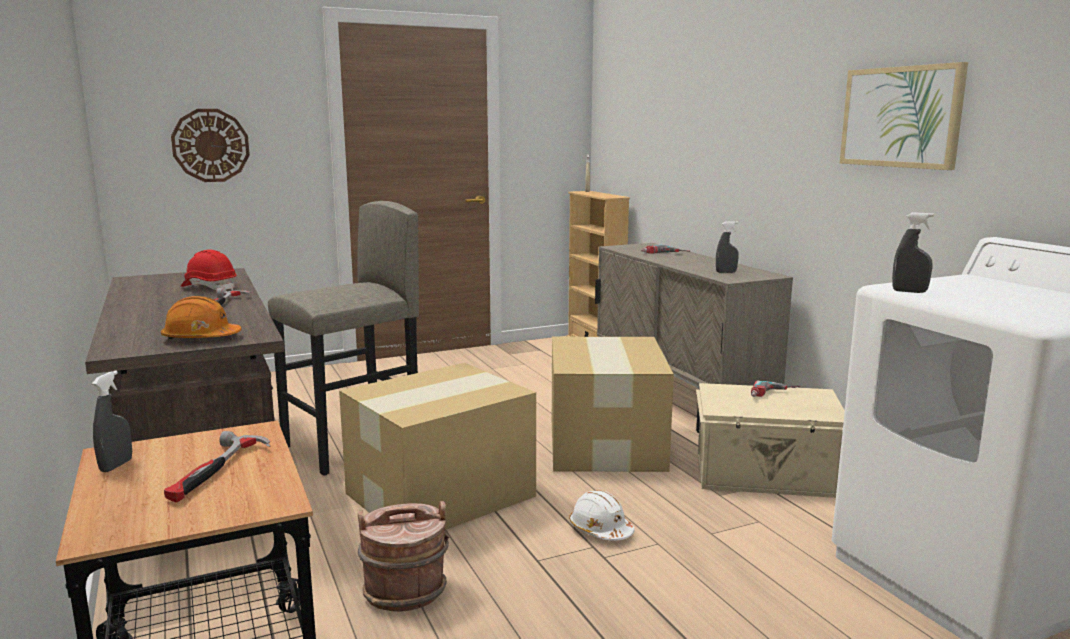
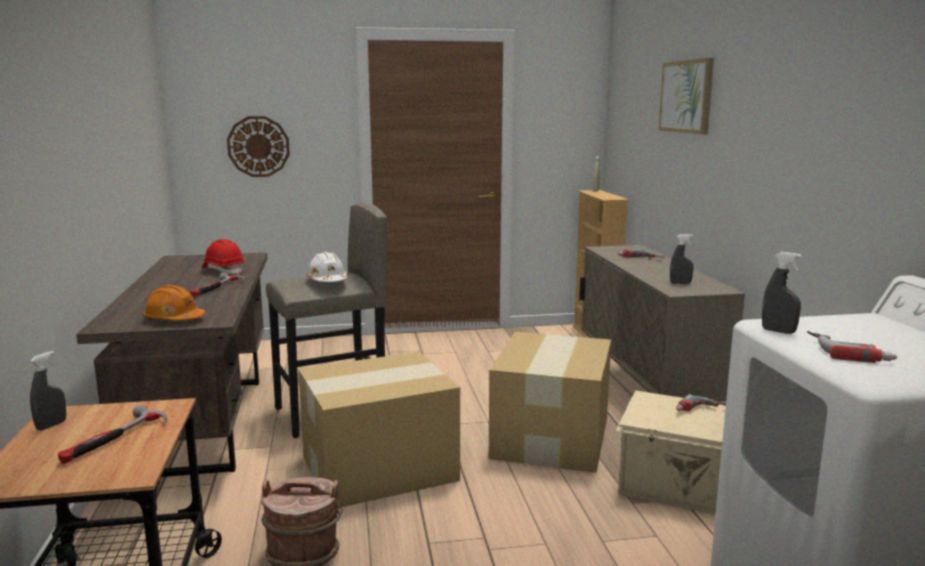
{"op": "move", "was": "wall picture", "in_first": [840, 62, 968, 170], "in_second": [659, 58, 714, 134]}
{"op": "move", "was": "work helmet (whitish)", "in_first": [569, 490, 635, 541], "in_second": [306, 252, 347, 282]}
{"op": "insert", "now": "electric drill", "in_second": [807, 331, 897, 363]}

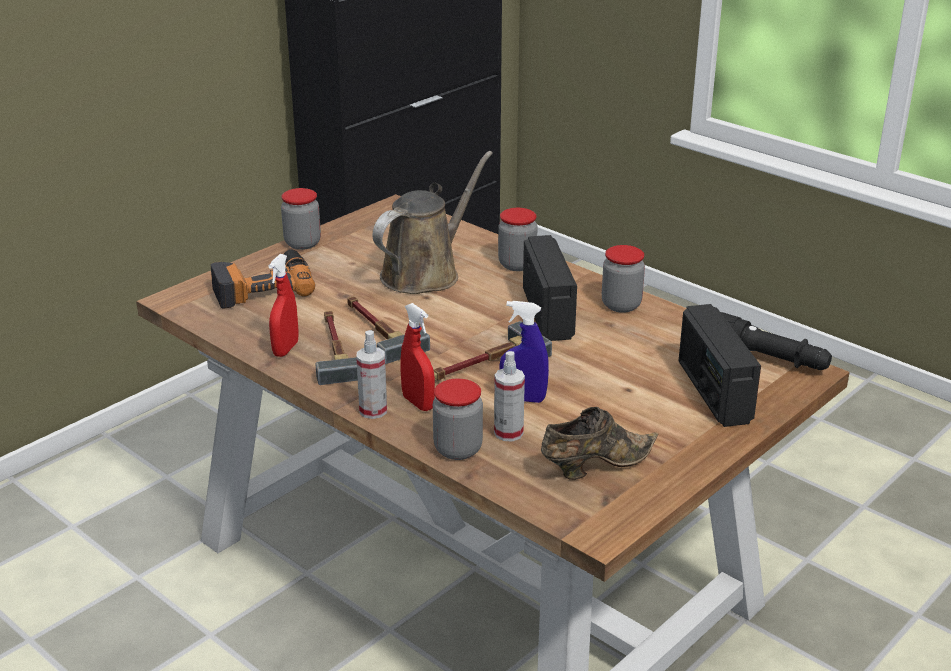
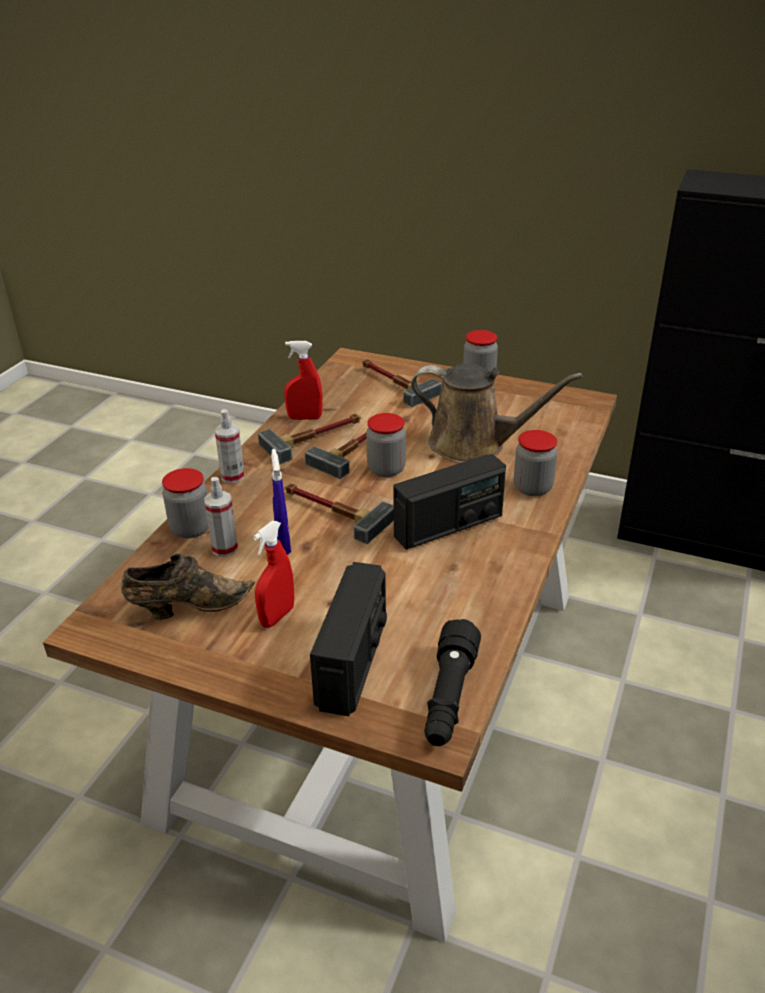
{"op": "move", "was": "jar", "in_first": [602, 245, 645, 313], "in_second": [366, 413, 406, 477]}
{"op": "replace", "was": "electric drill", "now": "hand hammer", "in_first": [211, 249, 315, 309], "in_second": [362, 359, 442, 407]}
{"op": "move", "was": "spray bottle (red-coloured)", "in_first": [401, 303, 435, 411], "in_second": [253, 521, 294, 628]}
{"op": "rotate", "was": "radio set", "in_first": [679, 304, 761, 427], "in_second": [310, 562, 387, 716], "clockwise": 135}
{"op": "rotate", "was": "item of footwear (brown)", "in_first": [541, 407, 658, 480], "in_second": [121, 554, 255, 620], "clockwise": -60}

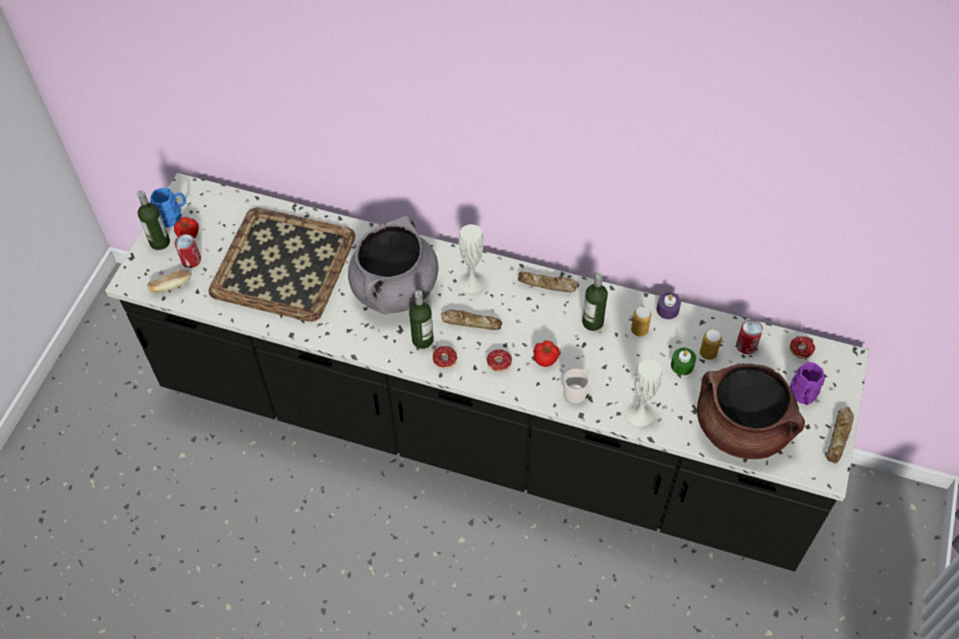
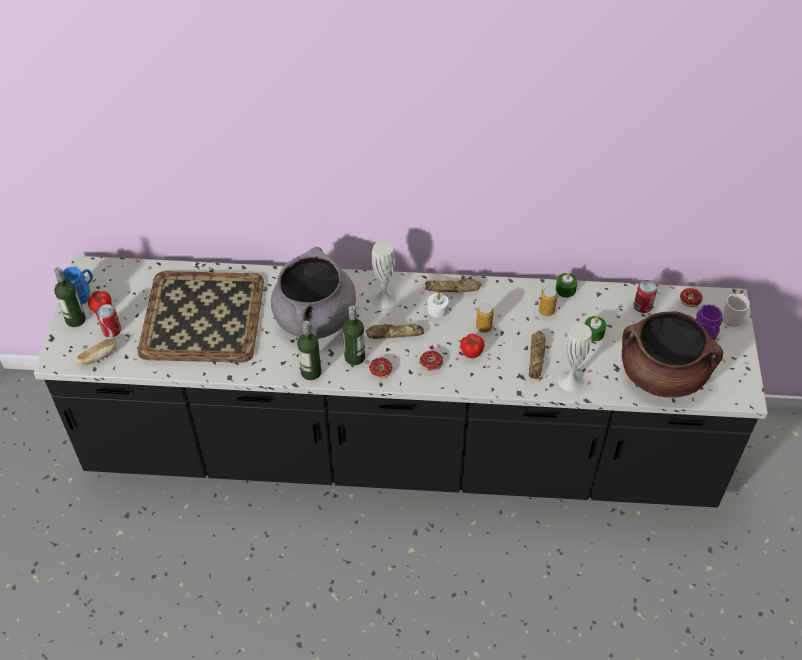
{"op": "move", "was": "drink bottle", "in_first": [582, 272, 608, 331], "in_second": [297, 321, 321, 380]}
{"op": "recolor", "was": "wax light (purple)", "now": "wax light (greenish)", "in_first": [657, 293, 681, 319], "in_second": [556, 273, 578, 297]}
{"op": "move", "was": "sealed can", "in_first": [700, 329, 722, 360], "in_second": [476, 303, 494, 333]}
{"op": "move", "was": "tea mug", "in_first": [564, 369, 590, 404], "in_second": [722, 294, 750, 327]}
{"op": "move", "was": "bread", "in_first": [826, 407, 854, 464], "in_second": [529, 330, 546, 379]}
{"op": "insert", "now": "wax light (whitish)", "in_second": [428, 293, 449, 318]}

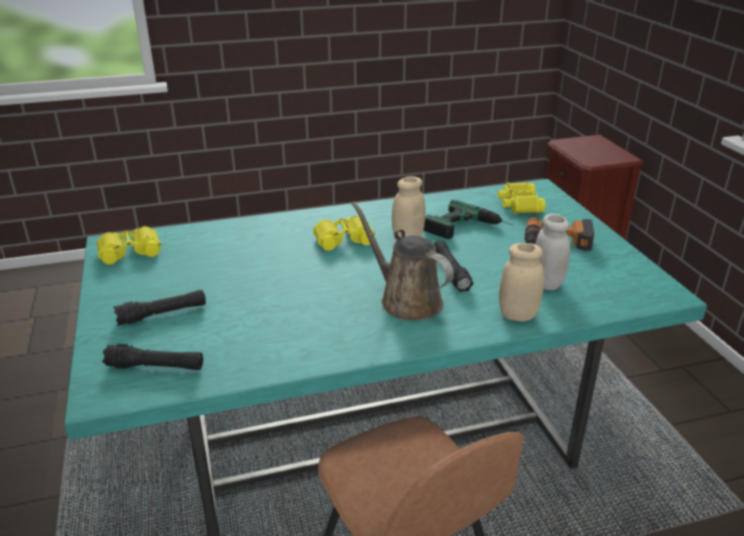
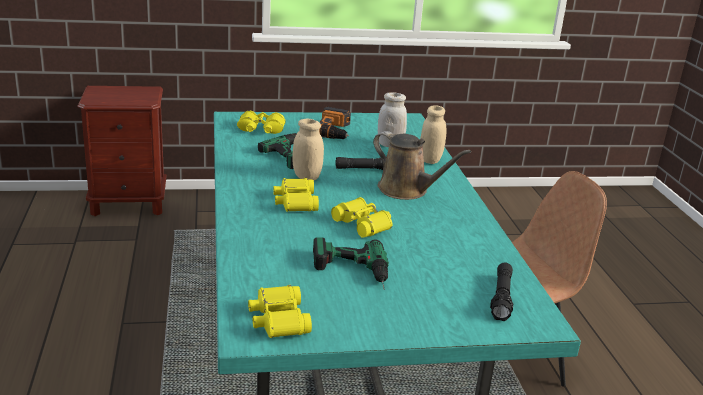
{"op": "rotate", "was": "watering pot (brown)", "in_first": [352, 202, 454, 321], "in_second": [373, 131, 471, 200], "clockwise": -105}
{"op": "delete", "was": "flashlight (blackish)", "in_first": [113, 290, 206, 325]}
{"op": "insert", "now": "field glasses (yellow)", "in_second": [331, 197, 393, 238]}
{"op": "insert", "now": "electric drill", "in_second": [313, 237, 389, 290]}

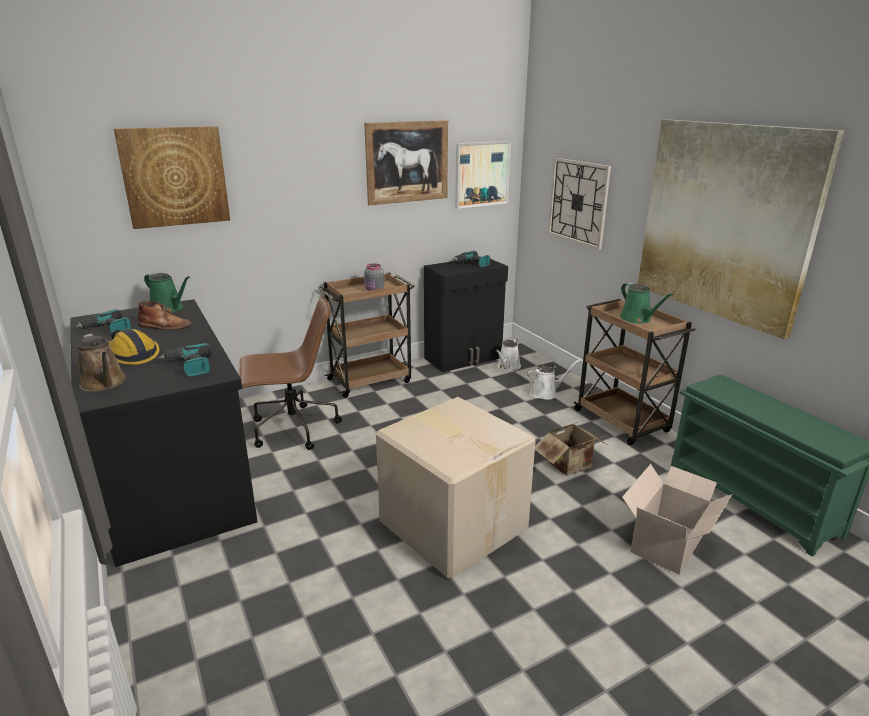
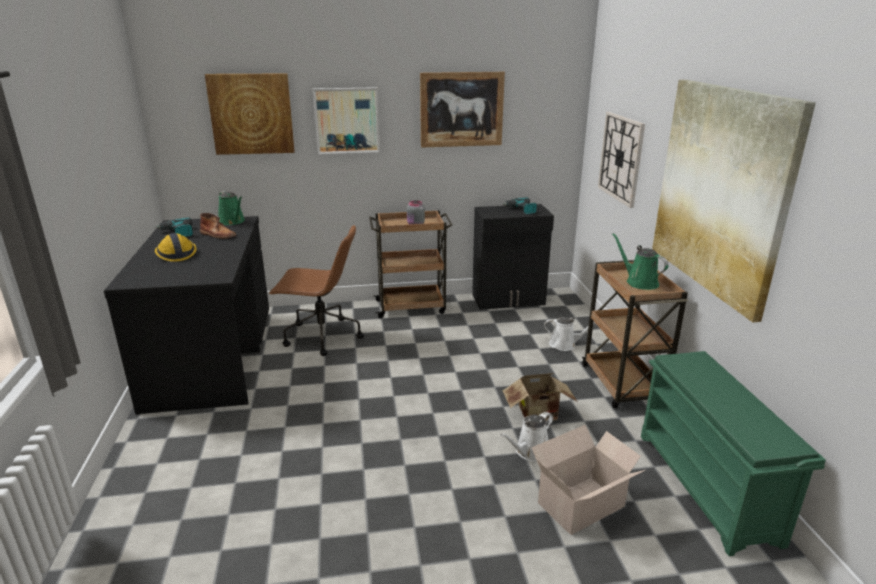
{"op": "move", "was": "wall picture", "in_first": [455, 141, 511, 209], "in_second": [313, 87, 380, 154]}
{"op": "rotate", "was": "watering pot (greenish)", "in_first": [620, 283, 674, 324], "in_second": [612, 233, 669, 290], "clockwise": 150}
{"op": "delete", "was": "watering pot (brown)", "in_first": [77, 334, 126, 392]}
{"op": "move", "was": "watering pot (whitish)", "in_first": [496, 338, 521, 371], "in_second": [500, 412, 553, 461]}
{"op": "delete", "was": "electric drill", "in_first": [158, 343, 212, 377]}
{"op": "delete", "was": "cardboard box", "in_first": [376, 397, 536, 579]}

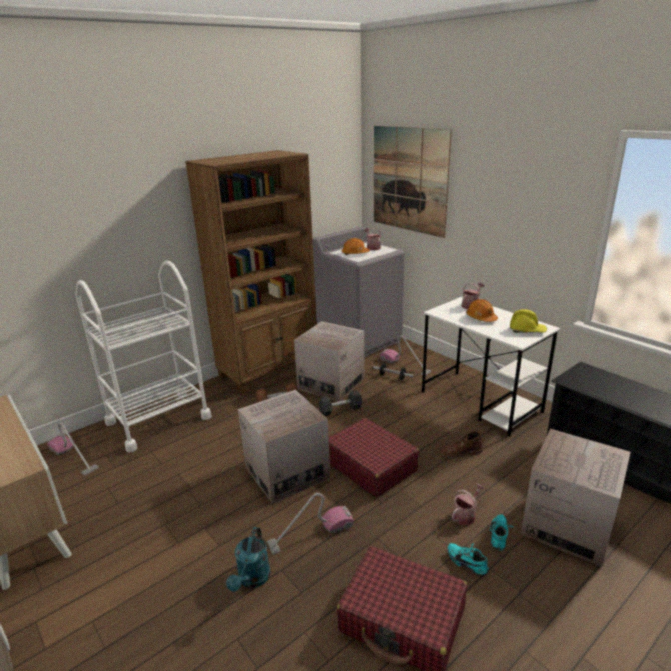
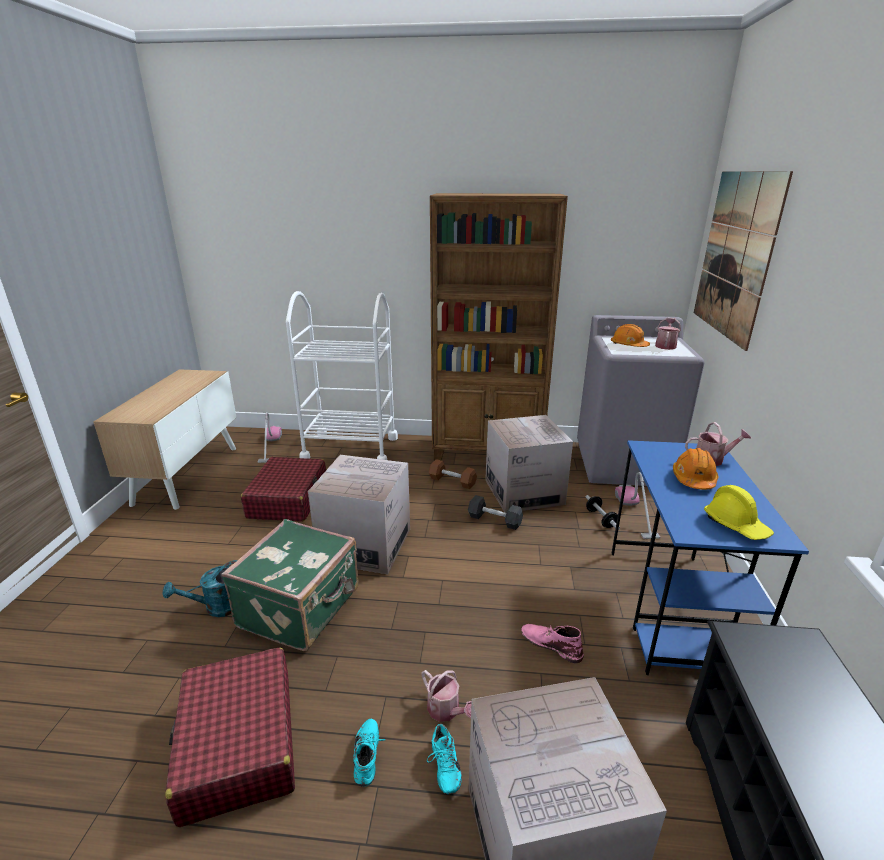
{"op": "recolor", "was": "desk (whitish)", "now": "desk (blue-coloured)", "in_first": [422, 297, 561, 437], "in_second": [611, 440, 809, 675]}
{"op": "move", "was": "piece of luggage (red-coloured)", "in_first": [329, 418, 419, 497], "in_second": [241, 457, 326, 522]}
{"op": "recolor", "was": "tall boot (brown)", "now": "tall boot (pink)", "in_first": [440, 431, 483, 458], "in_second": [521, 624, 584, 663]}
{"op": "rotate", "was": "watering pot", "in_first": [452, 483, 485, 525], "in_second": [421, 670, 472, 722], "clockwise": 45}
{"op": "replace", "was": "vacuum", "now": "piece of luggage (greenish)", "in_first": [267, 493, 354, 555], "in_second": [221, 519, 359, 651]}
{"op": "rotate", "was": "item of footwear (turquoise-coloured)", "in_first": [490, 514, 514, 551], "in_second": [427, 724, 462, 794], "clockwise": 105}

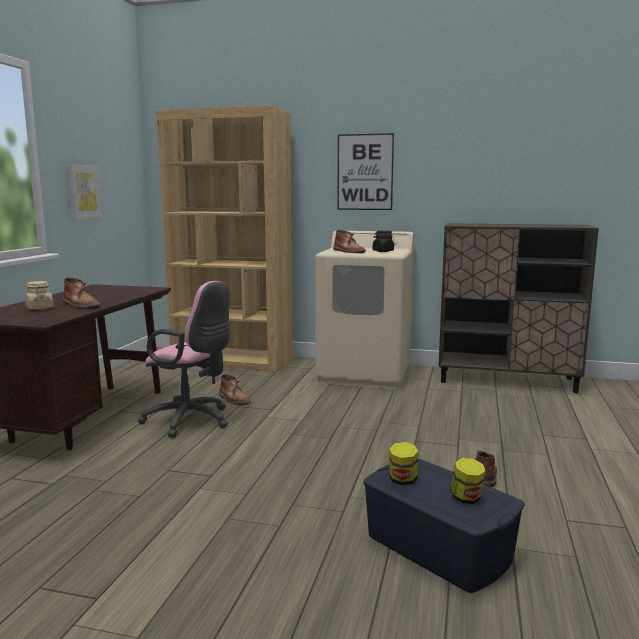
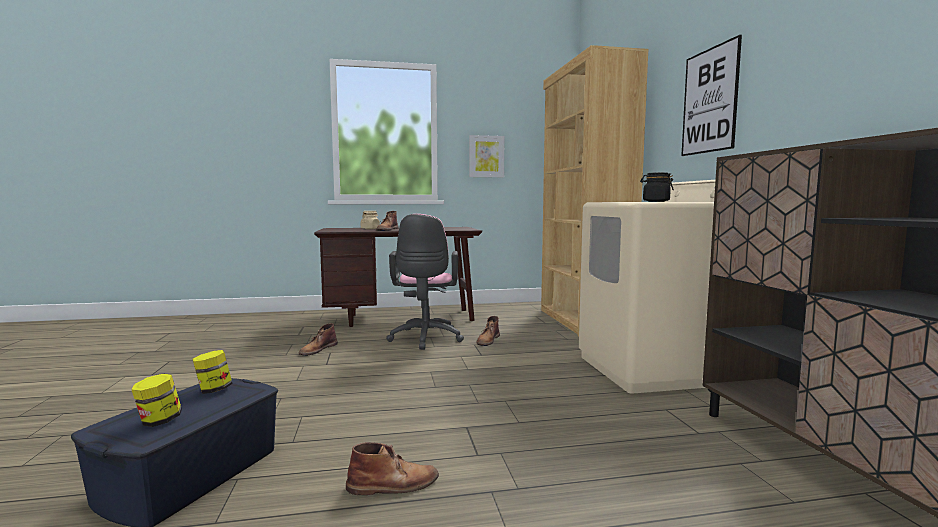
{"op": "move", "was": "tall boot (brown)", "in_first": [333, 230, 366, 253], "in_second": [298, 323, 338, 356]}

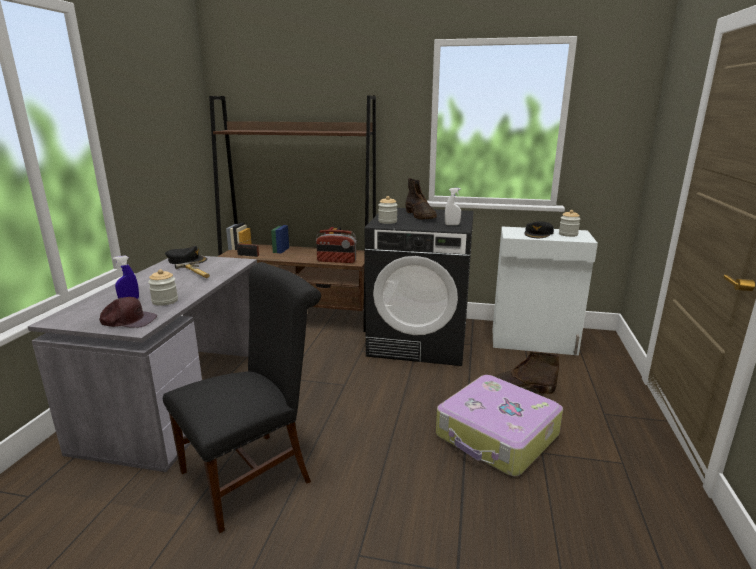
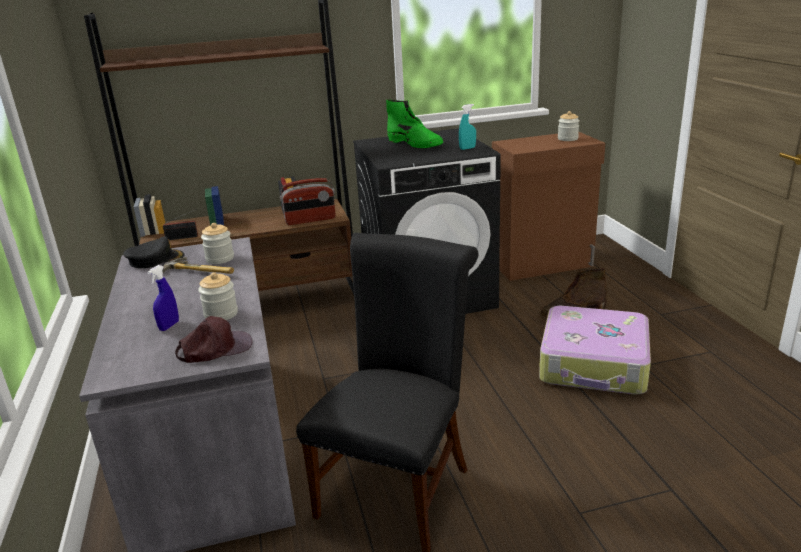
{"op": "recolor", "was": "tall boot (brown)", "now": "tall boot (greenish)", "in_first": [405, 178, 437, 219], "in_second": [386, 99, 443, 148]}
{"op": "recolor", "was": "spray bottle (whitish)", "now": "spray bottle (turquoise-coloured)", "in_first": [445, 188, 461, 225], "in_second": [459, 104, 476, 150]}
{"op": "move", "was": "jar", "in_first": [378, 196, 397, 224], "in_second": [201, 223, 234, 264]}
{"op": "delete", "was": "peaked cap (blackish)", "in_first": [524, 221, 554, 238]}
{"op": "recolor", "was": "cabinet (whitish)", "now": "cabinet (brown)", "in_first": [493, 227, 598, 356], "in_second": [492, 132, 605, 281]}

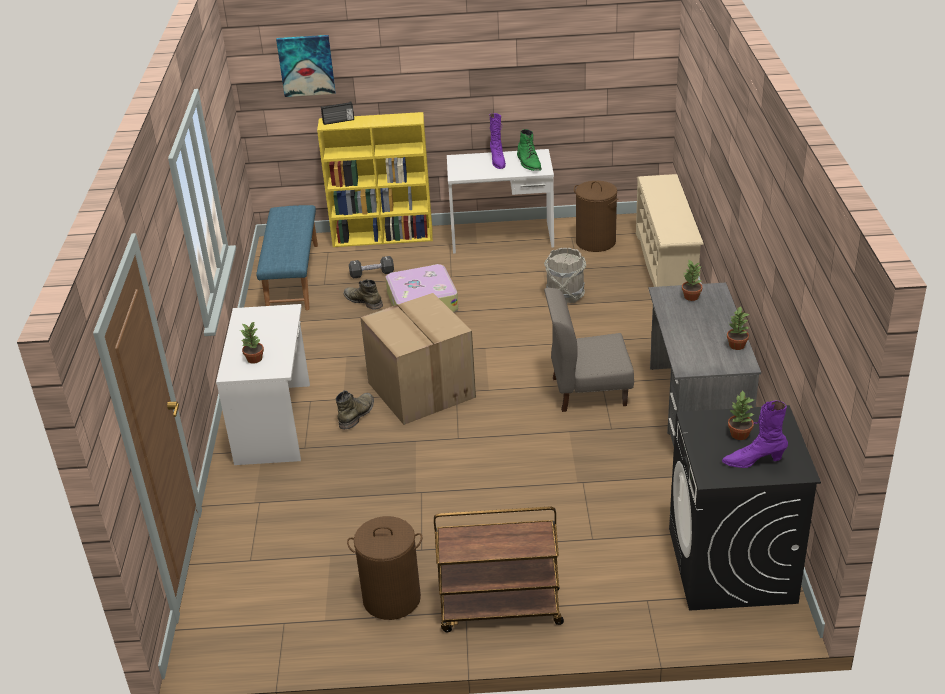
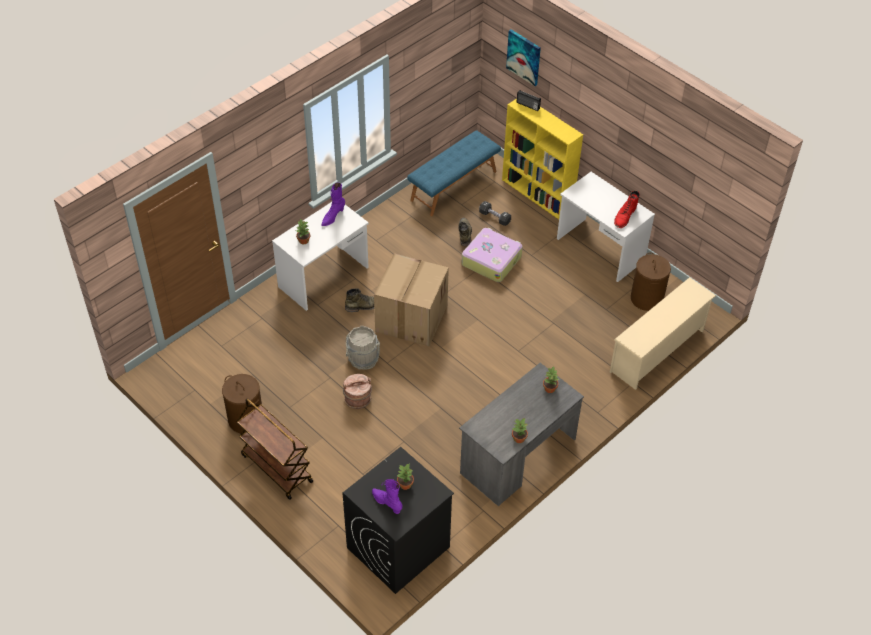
{"op": "move", "was": "tall boot (purple)", "in_first": [489, 113, 506, 169], "in_second": [321, 183, 345, 226]}
{"op": "recolor", "was": "tall boot (greenish)", "now": "tall boot (red-coloured)", "in_first": [517, 129, 542, 171], "in_second": [614, 191, 640, 228]}
{"op": "move", "was": "pail (gray)", "in_first": [544, 248, 586, 304], "in_second": [346, 326, 380, 370]}
{"op": "delete", "was": "upright chair (gray)", "in_first": [544, 288, 634, 412]}
{"op": "insert", "now": "pail (brown)", "in_second": [343, 374, 372, 409]}

